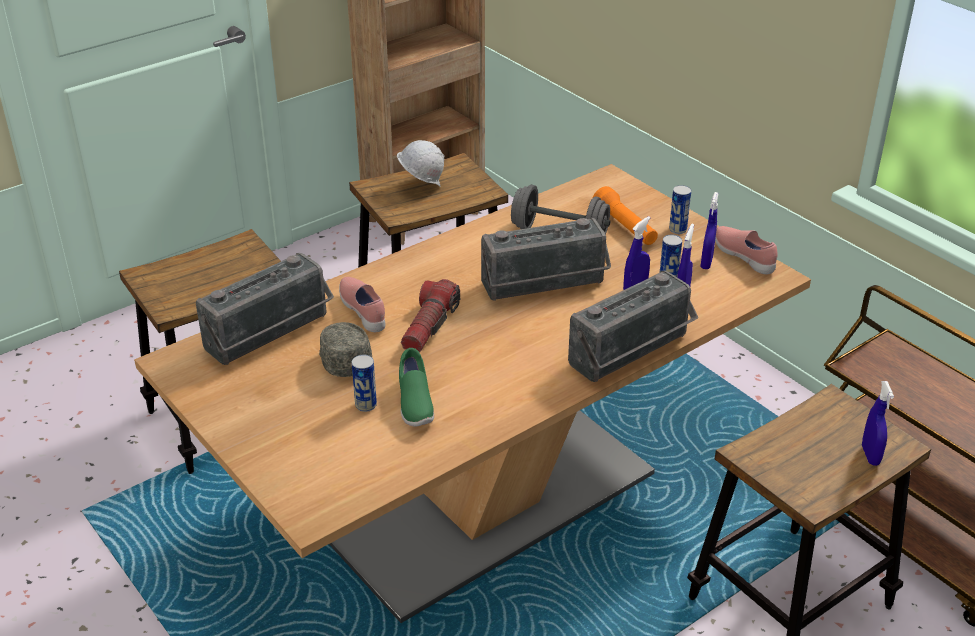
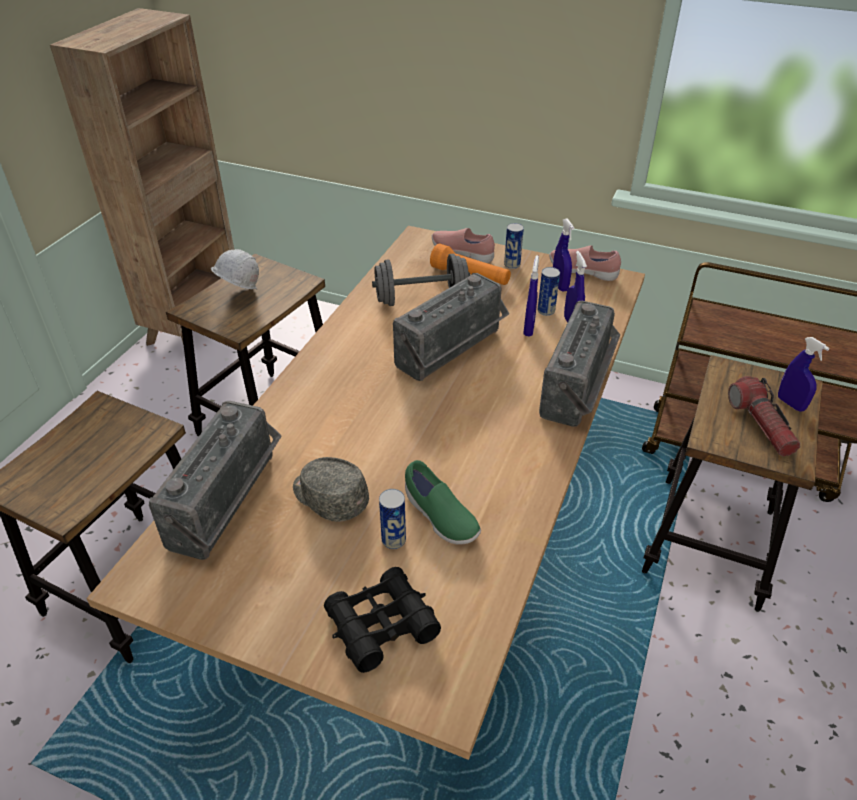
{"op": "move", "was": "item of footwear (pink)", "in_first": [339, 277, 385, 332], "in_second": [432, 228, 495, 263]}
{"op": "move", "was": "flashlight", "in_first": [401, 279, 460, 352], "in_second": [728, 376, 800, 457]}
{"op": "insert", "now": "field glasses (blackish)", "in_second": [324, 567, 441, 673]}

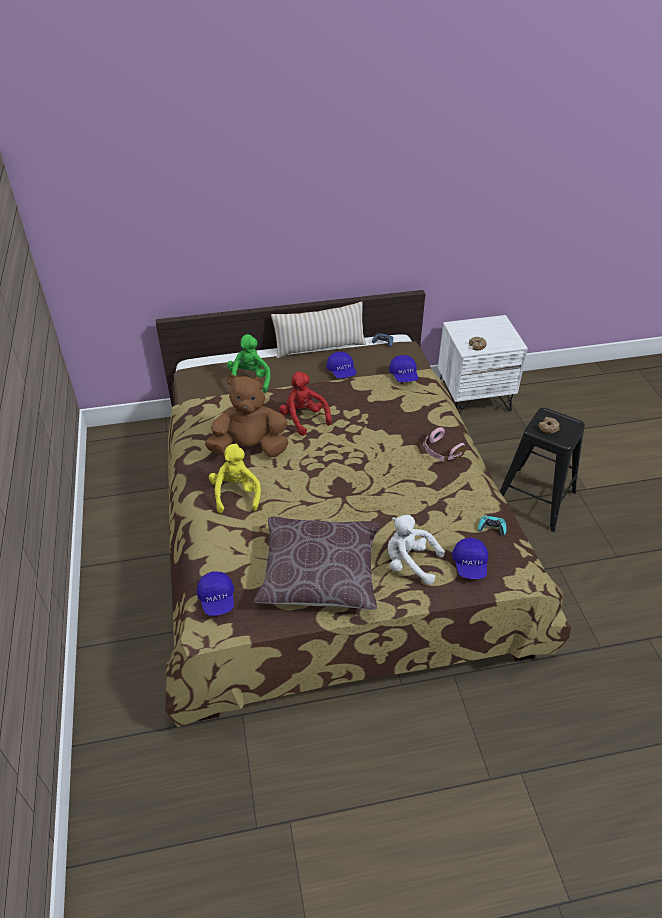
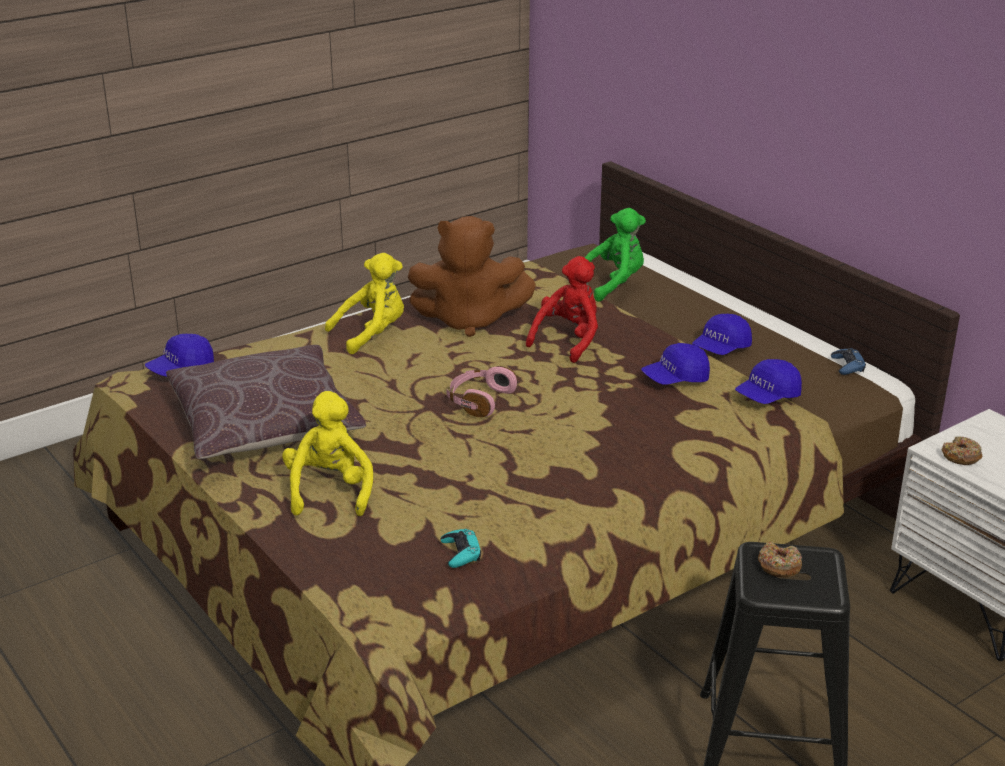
{"op": "delete", "was": "throw pillow (beige-coloured)", "in_first": [271, 301, 366, 358]}
{"op": "rotate", "was": "plush toy (brown)", "in_first": [205, 374, 289, 457], "in_second": [408, 216, 536, 337], "clockwise": 120}
{"op": "move", "was": "headset (pink)", "in_first": [423, 427, 466, 461], "in_second": [446, 366, 517, 417]}
{"op": "recolor", "was": "plush toy (whitish)", "now": "plush toy (yellow)", "in_first": [388, 515, 445, 585], "in_second": [282, 391, 373, 516]}
{"op": "move", "was": "peaked cap (blue-coloured)", "in_first": [452, 537, 488, 579], "in_second": [641, 343, 710, 385]}

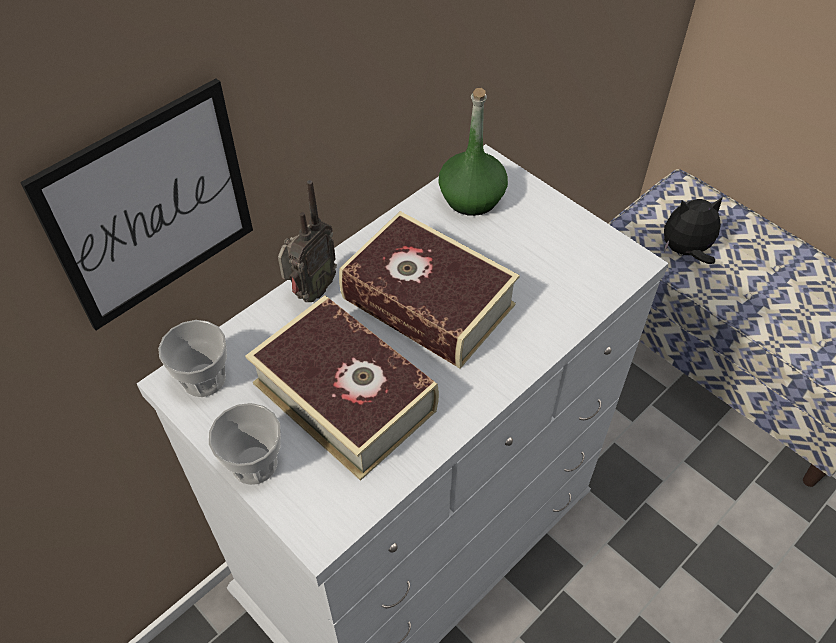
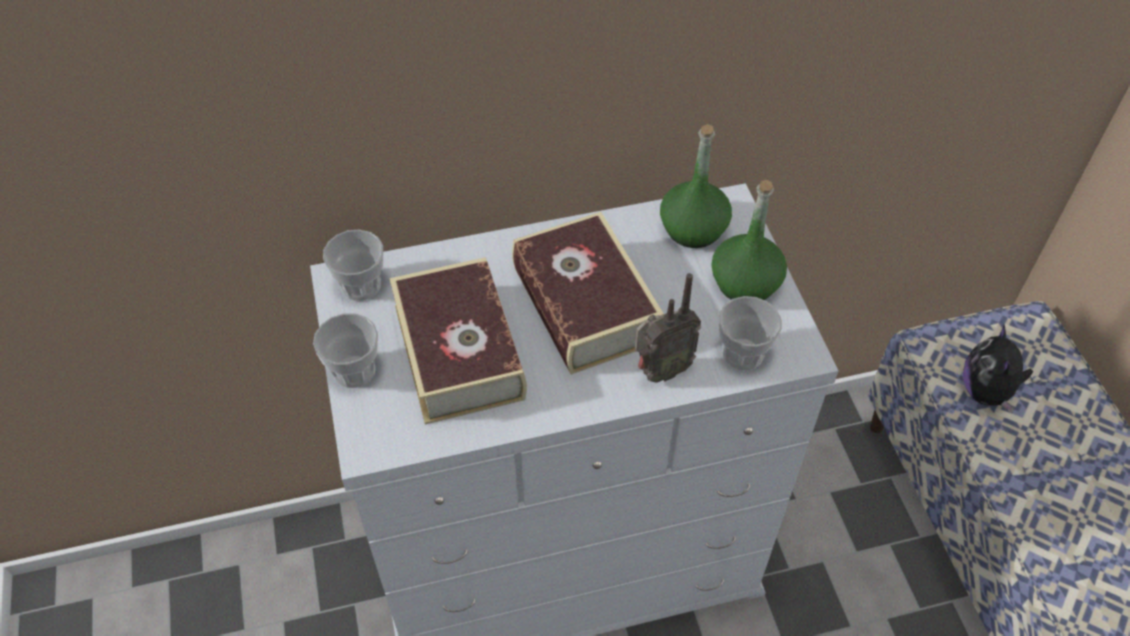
{"op": "delete", "was": "wall picture", "in_first": [20, 79, 253, 330]}
{"op": "move", "was": "radio set", "in_first": [278, 180, 337, 302], "in_second": [635, 273, 701, 383]}
{"op": "rotate", "was": "plush toy", "in_first": [664, 198, 722, 264], "in_second": [963, 325, 1033, 413], "clockwise": -105}
{"op": "insert", "now": "drink bottle (greenish)", "in_second": [711, 180, 787, 300]}
{"op": "insert", "now": "drinking cup", "in_second": [719, 296, 782, 370]}

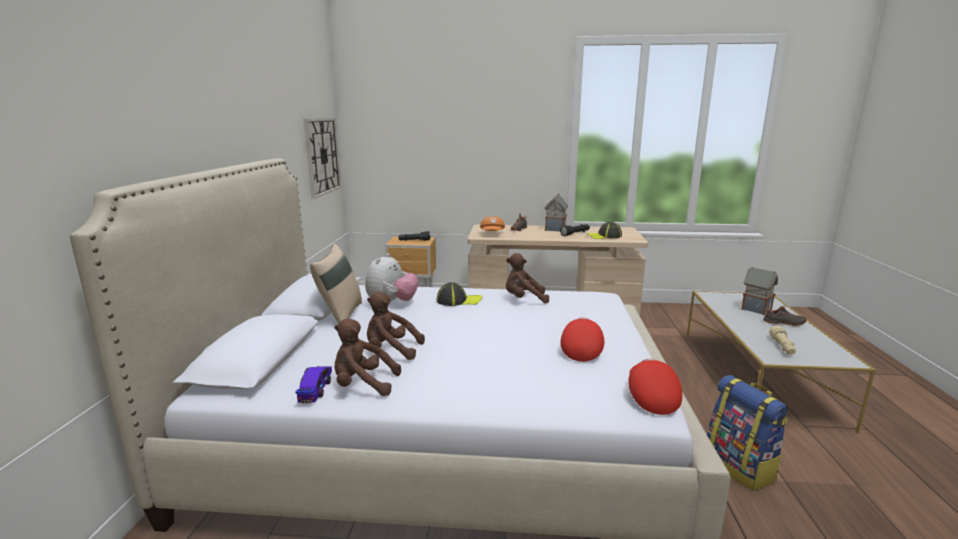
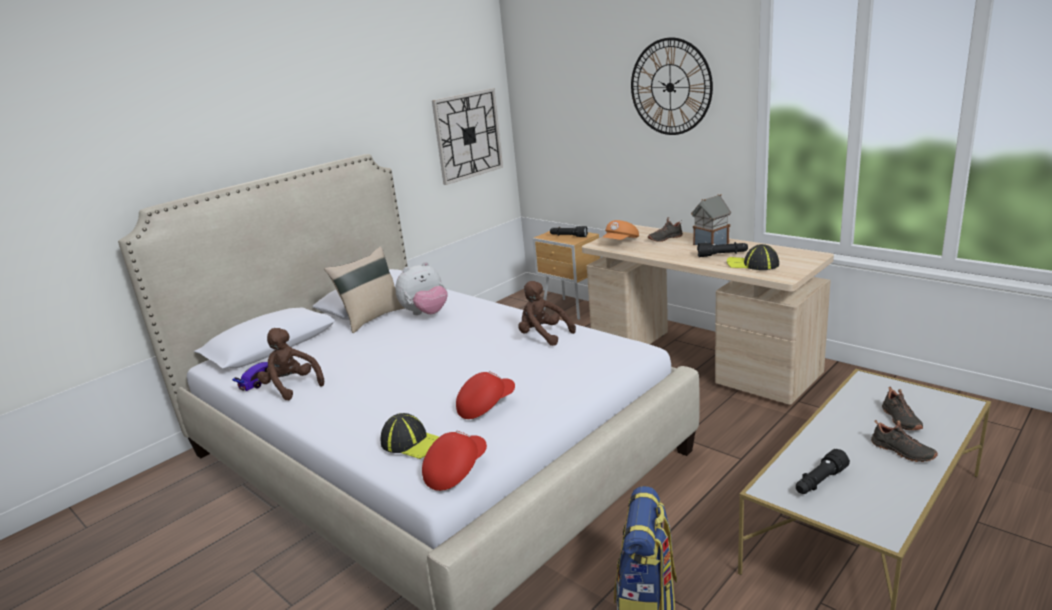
{"op": "replace", "was": "miniature house", "now": "item of footwear (blackish)", "in_first": [741, 266, 778, 315], "in_second": [882, 387, 923, 430]}
{"op": "move", "was": "peaked cap", "in_first": [436, 282, 482, 306], "in_second": [380, 413, 439, 459]}
{"op": "delete", "was": "plush toy (brown)", "in_first": [367, 292, 425, 360]}
{"op": "recolor", "was": "flashlight (beige-coloured)", "now": "flashlight (blackish)", "in_first": [769, 326, 796, 355], "in_second": [796, 449, 850, 494]}
{"op": "insert", "now": "hanging clock", "in_second": [631, 38, 713, 135]}

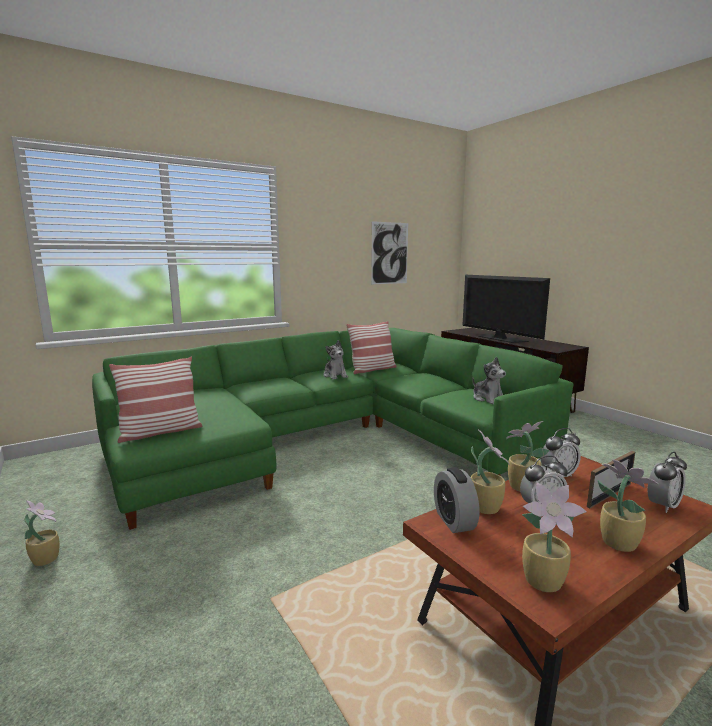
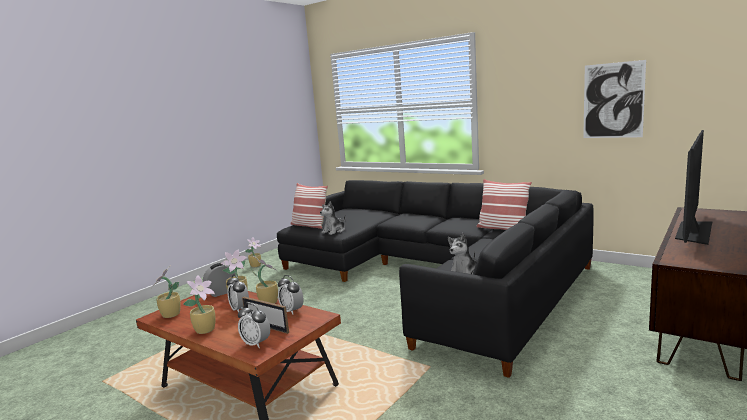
{"op": "recolor", "was": "sofa (greenish)", "now": "sofa (blackish)", "in_first": [92, 328, 573, 530], "in_second": [277, 180, 594, 378]}
{"op": "move", "was": "plush toy", "in_first": [324, 340, 348, 380], "in_second": [320, 201, 345, 235]}

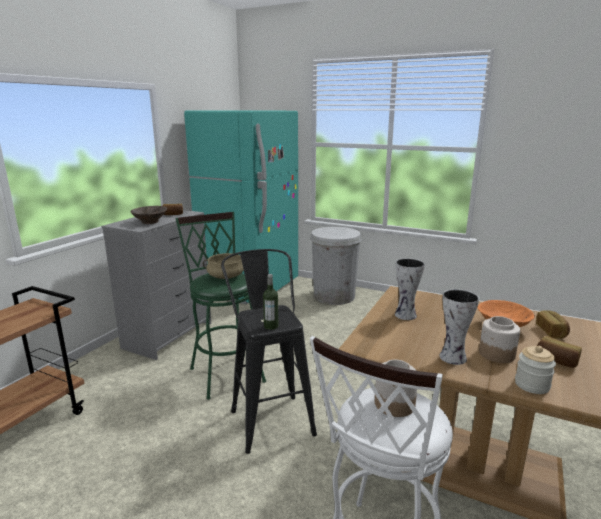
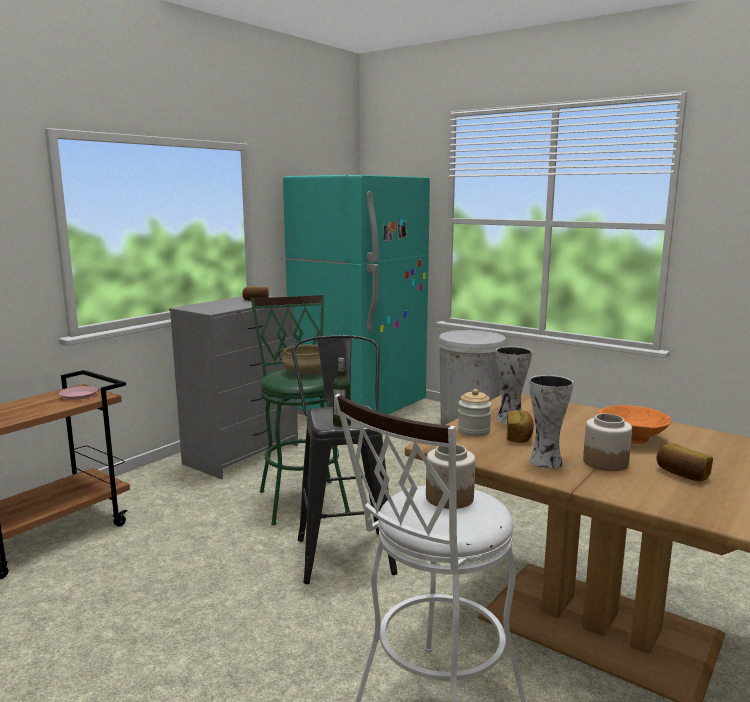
{"op": "delete", "was": "serving bowl (brown)", "in_first": [130, 206, 167, 224]}
{"op": "move", "was": "bread", "in_first": [536, 310, 570, 339], "in_second": [507, 410, 534, 443]}
{"op": "move", "was": "jar", "in_first": [515, 346, 556, 394], "in_second": [458, 389, 492, 436]}
{"op": "insert", "now": "flat dish (pink)", "in_second": [59, 386, 98, 400]}

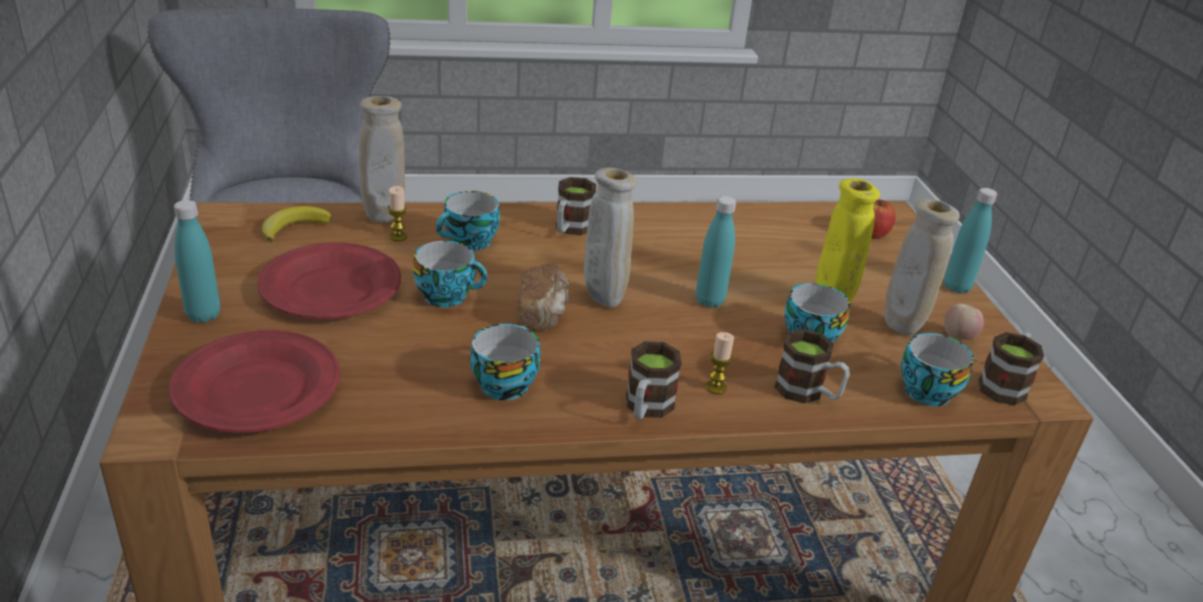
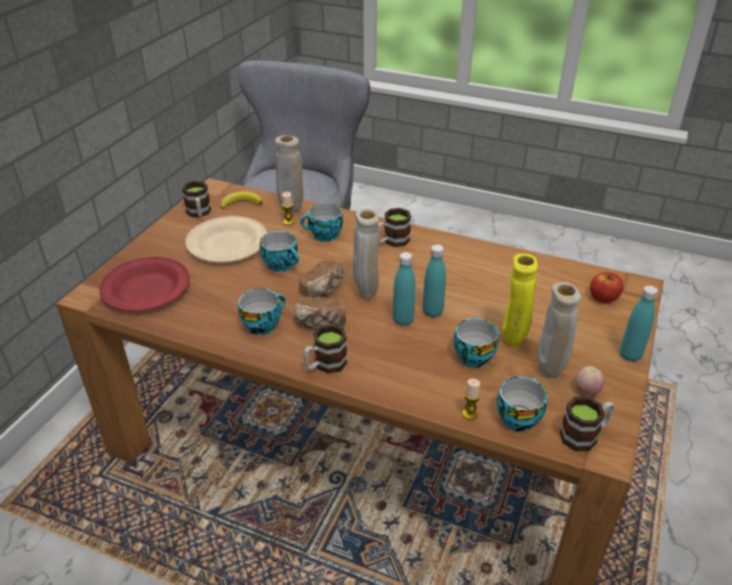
{"op": "move", "was": "drink bottle (turquoise-coloured)", "in_first": [174, 200, 220, 323], "in_second": [393, 252, 416, 326]}
{"op": "recolor", "was": "flat dish (red-coloured)", "now": "flat dish (beige-coloured)", "in_first": [257, 243, 401, 319], "in_second": [186, 216, 267, 262]}
{"op": "move", "was": "tea mug", "in_first": [774, 329, 850, 404], "in_second": [182, 181, 211, 218]}
{"op": "move", "was": "wax light", "in_first": [705, 332, 734, 394], "in_second": [462, 379, 480, 420]}
{"op": "insert", "now": "bread", "in_second": [294, 297, 346, 329]}

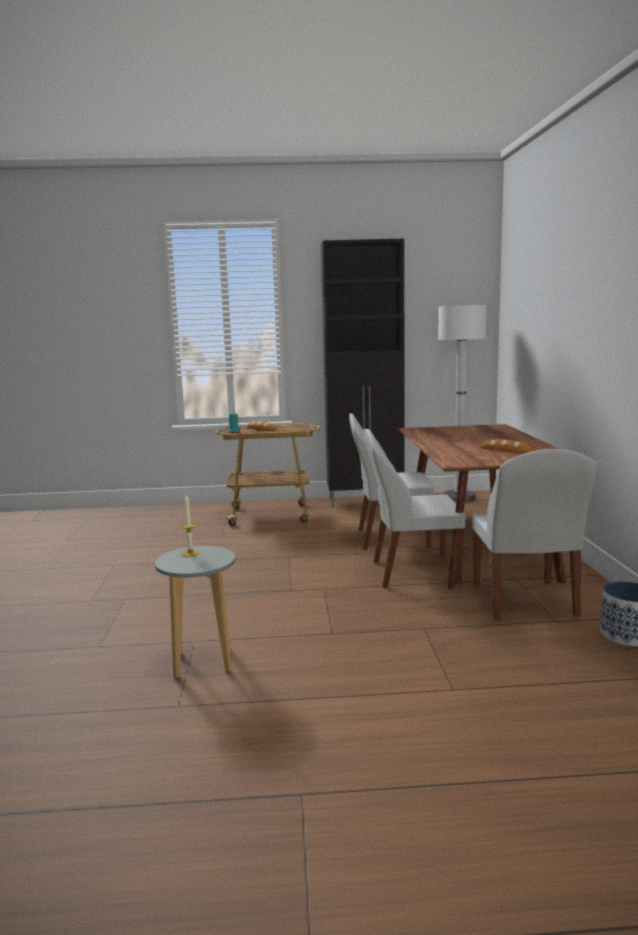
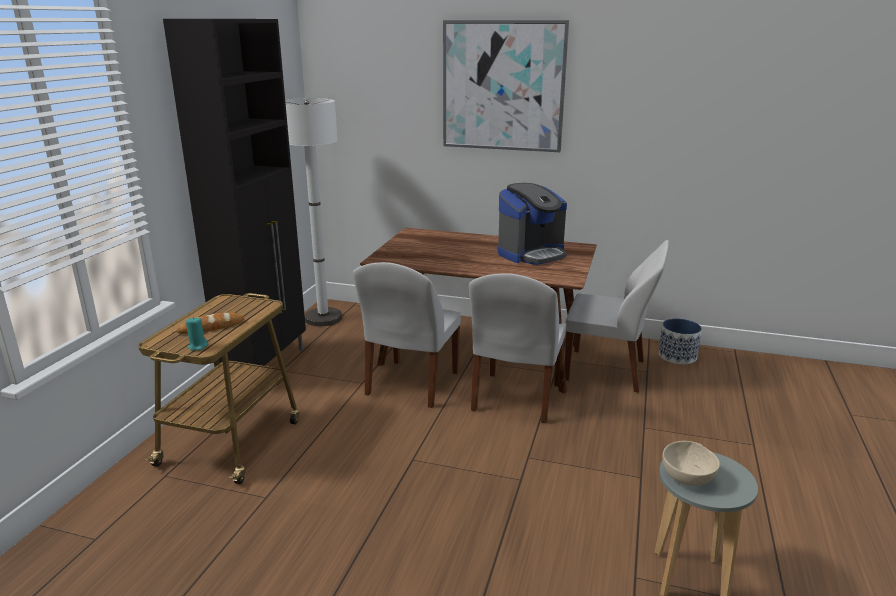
{"op": "replace", "was": "bread", "now": "coffee brewer", "in_first": [480, 439, 533, 453], "in_second": [498, 183, 567, 265]}
{"op": "replace", "was": "wax light", "now": "serving bowl (beige-coloured)", "in_first": [181, 495, 200, 557], "in_second": [662, 441, 720, 486]}
{"op": "insert", "now": "wall picture", "in_second": [443, 20, 569, 152]}

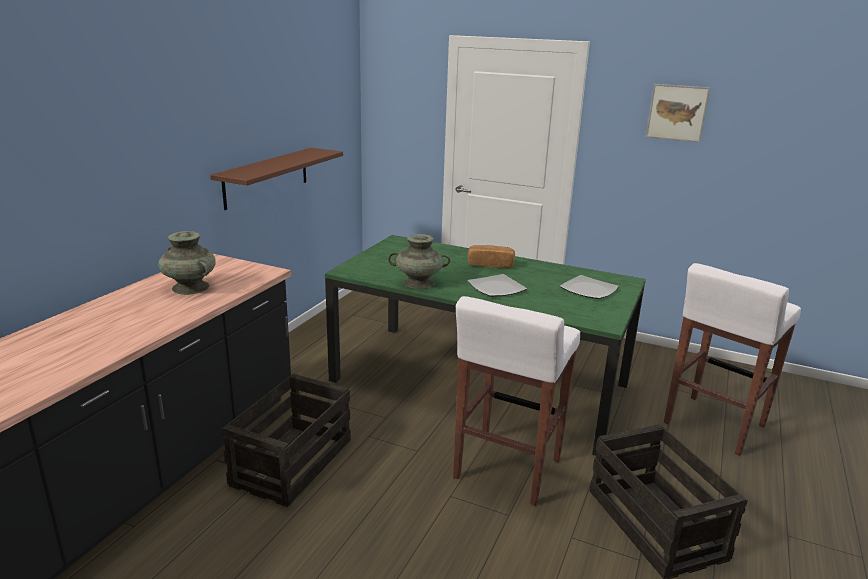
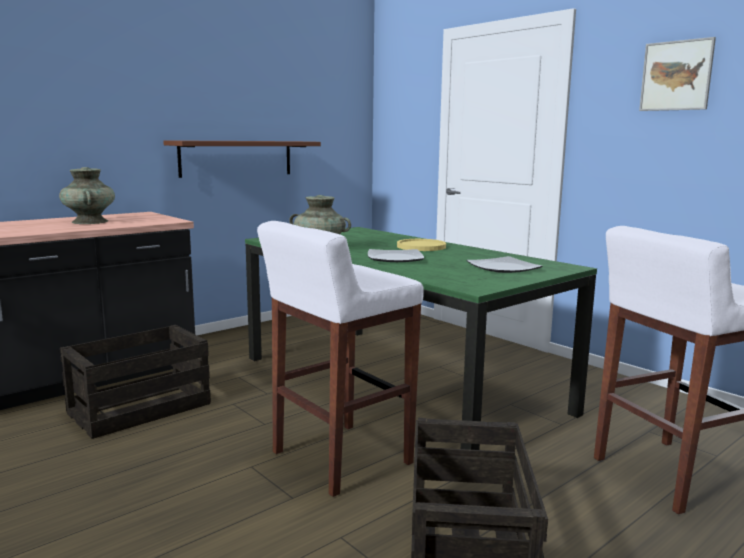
{"op": "replace", "was": "bread", "now": "flat dish (yellow)", "in_first": [468, 245, 515, 268], "in_second": [397, 239, 446, 251]}

